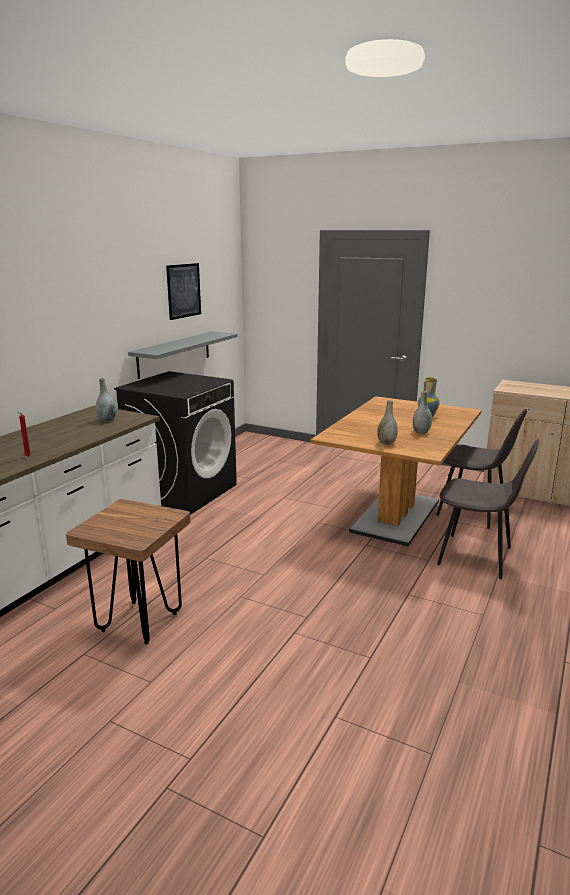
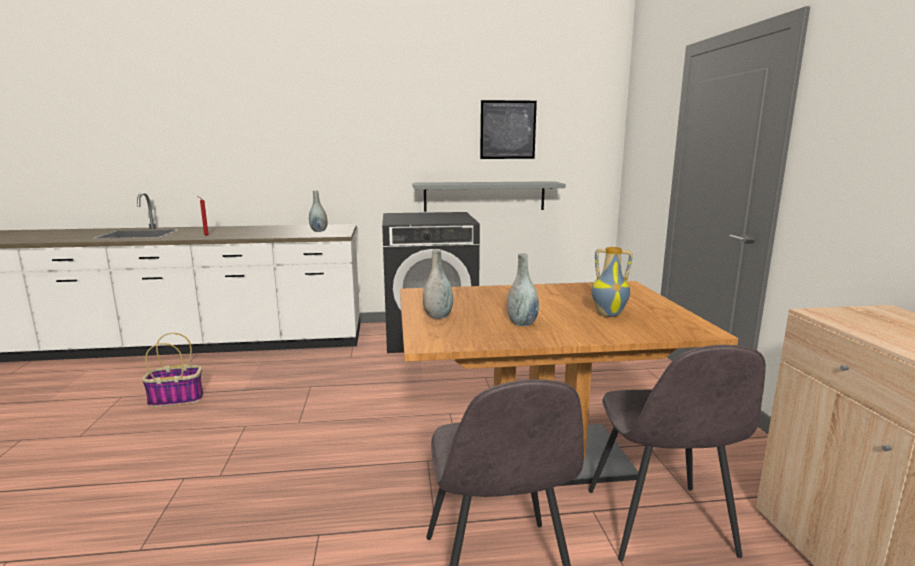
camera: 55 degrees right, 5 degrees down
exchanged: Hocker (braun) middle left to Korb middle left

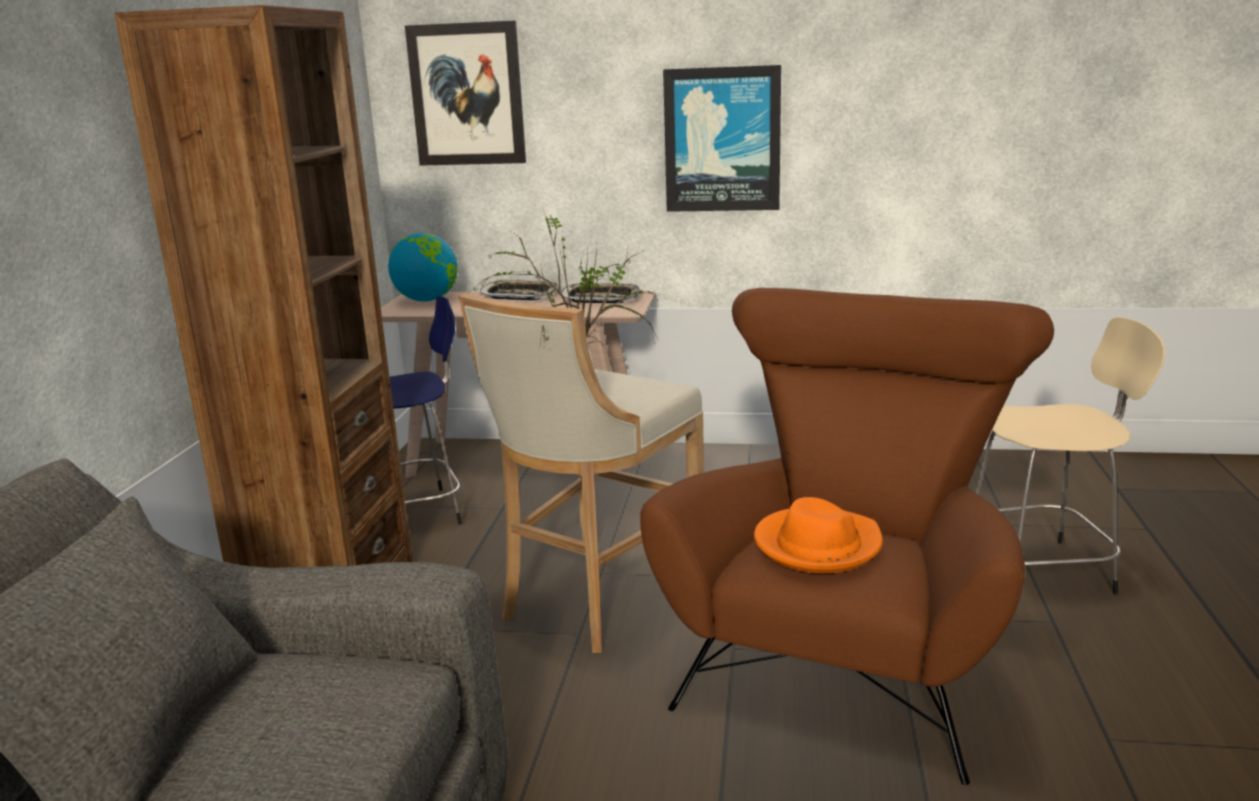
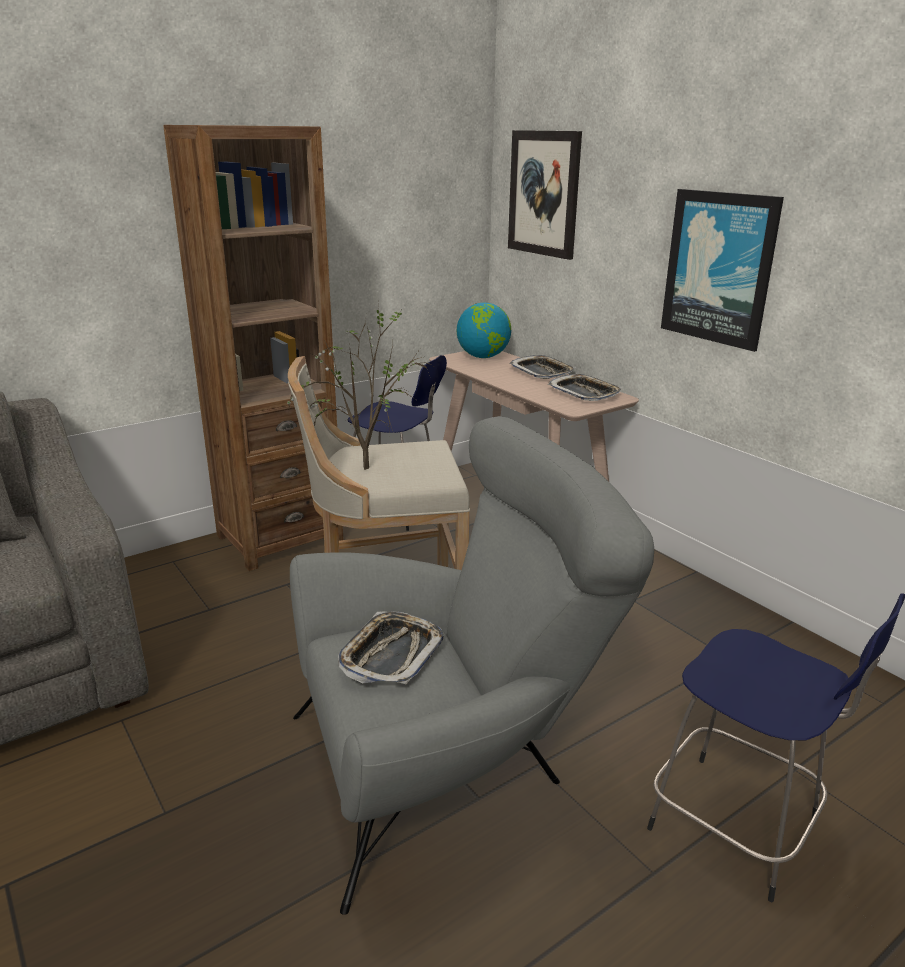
camera: 45 degrees right, 5 degrees up
exchanged: Hut (orange) bottom centre to Tablett (no. 1 from left) bottom centre
colour: Sessel (braun) bottom right to Sessel (grau) bottom centre; Hocker (beige) (no. 2 from left) middle right to Hocker (blau) (no. 2 from left) bottom right

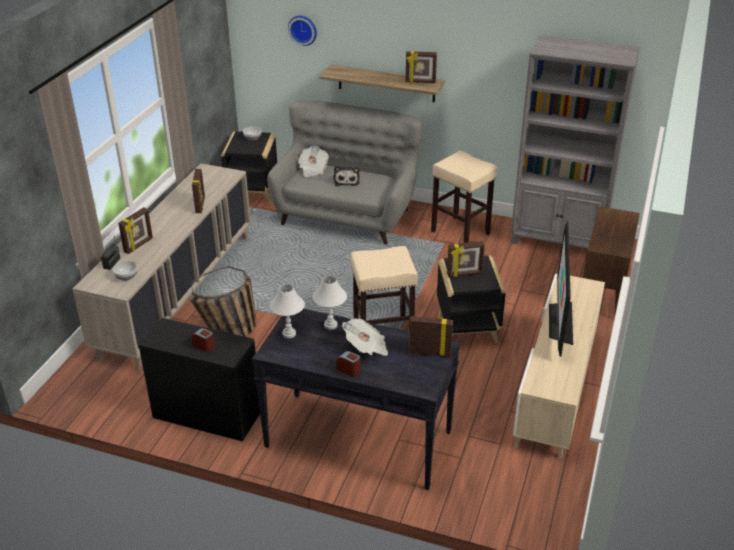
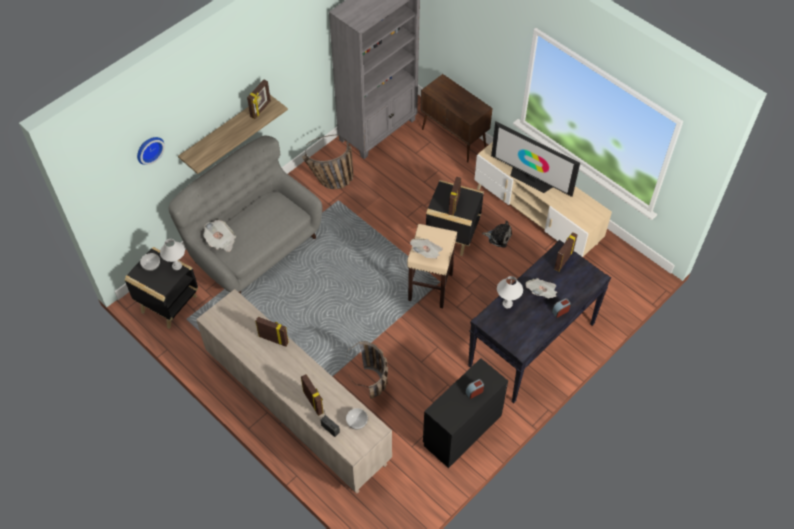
camera: 65 degrees left, 20 degrees up
appeared: Zeitung (no. 2 from left) centre
relocated: Plüschtier top centre to centre; Tischlampe (weiß) (no. 1 from left) centre to middle left
exchanged: Hocker (beige) (no. 2 from left) centre to Korb (no. 1 from left) top centre

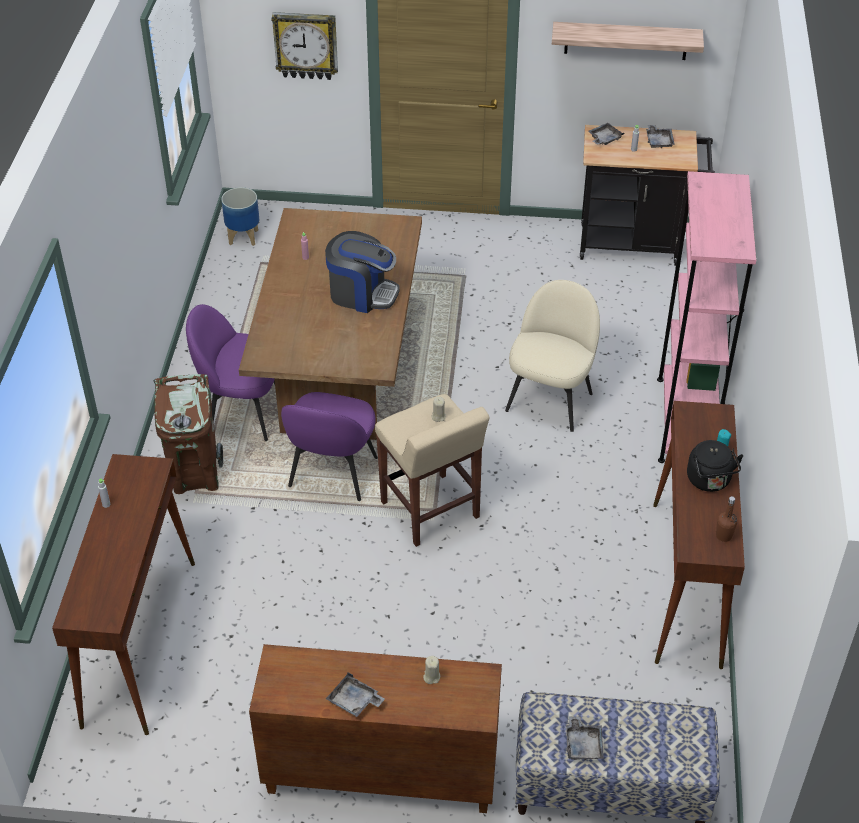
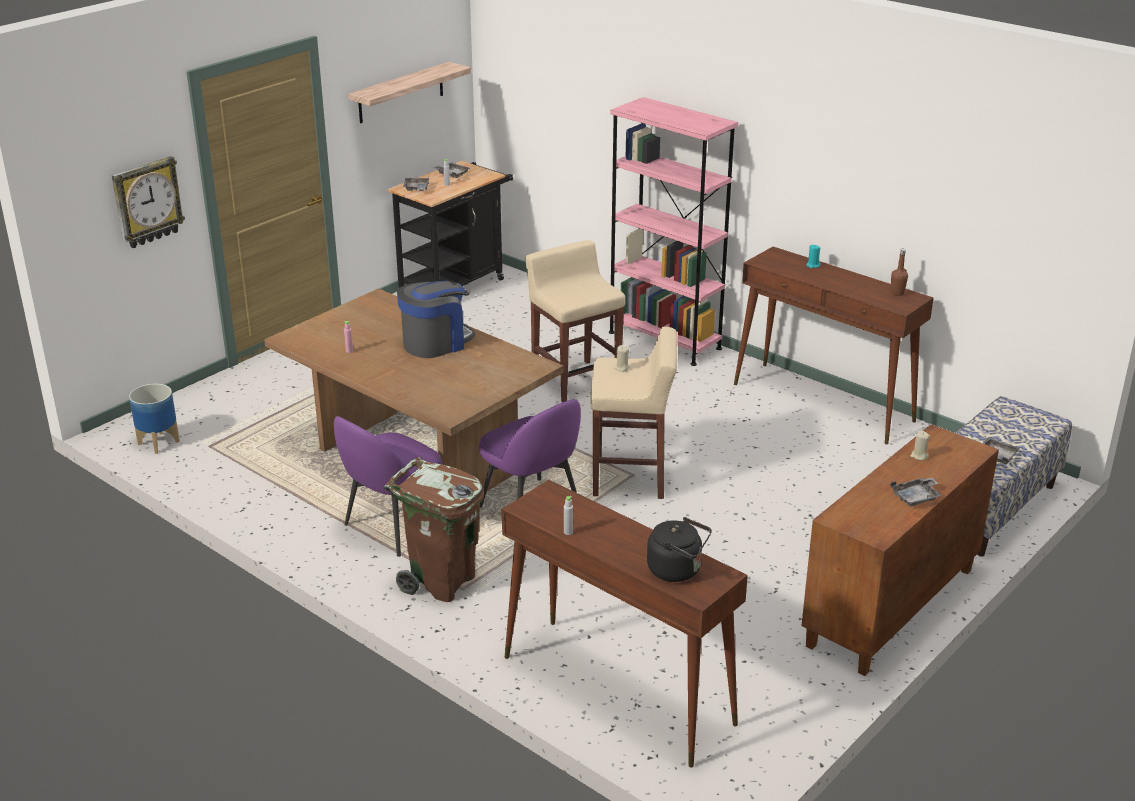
camera: 55 degrees left, 15 degrees down
relocated: Wasserkessel (schwarz) middle right to bottom centre
exchanged: Stuhl (beige) centre to Hocker (beige) (no. 1 from left) centre

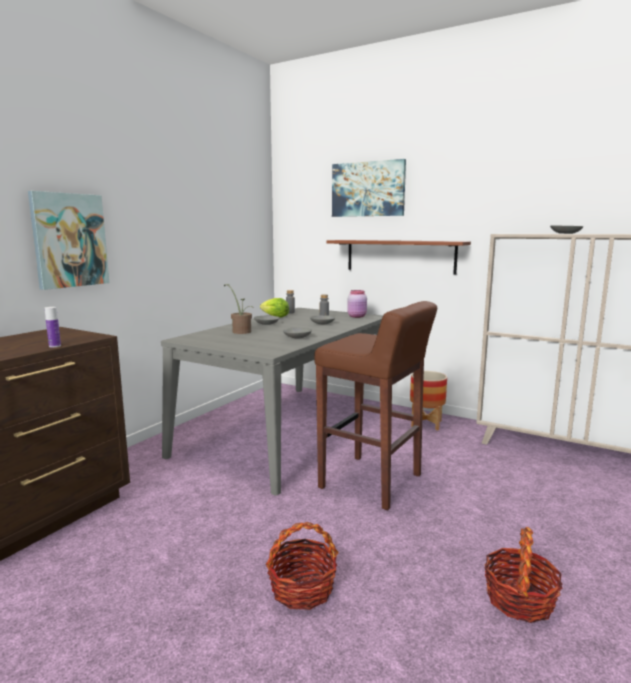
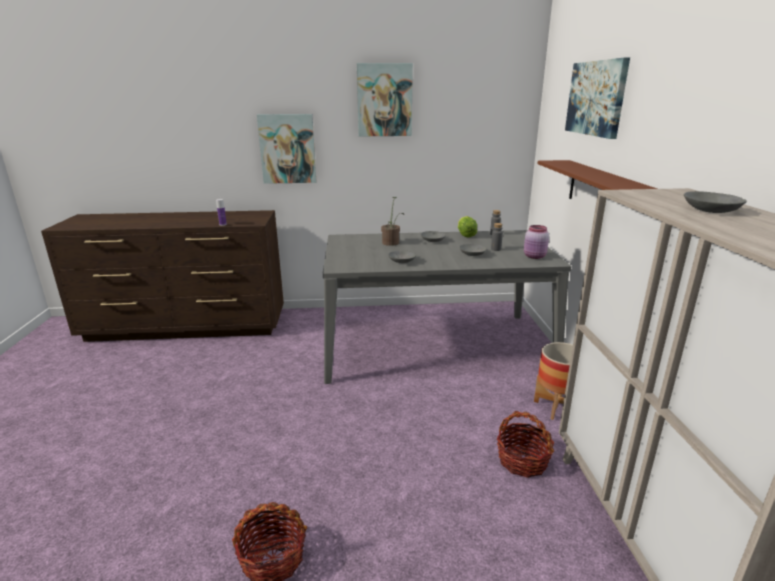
camera: 55 degrees right, 10 degrees up
missing: Hocker (braun) centre
appeared: Bild (no. 2 from left) top centre
relocated: Korb (no. 1 from left in the first image) bottom centre to Korb (no. 2 from left) bottom right

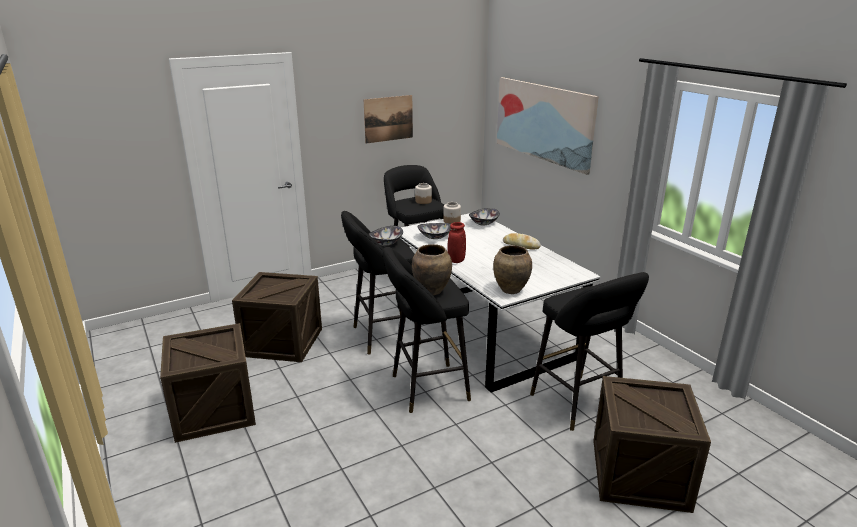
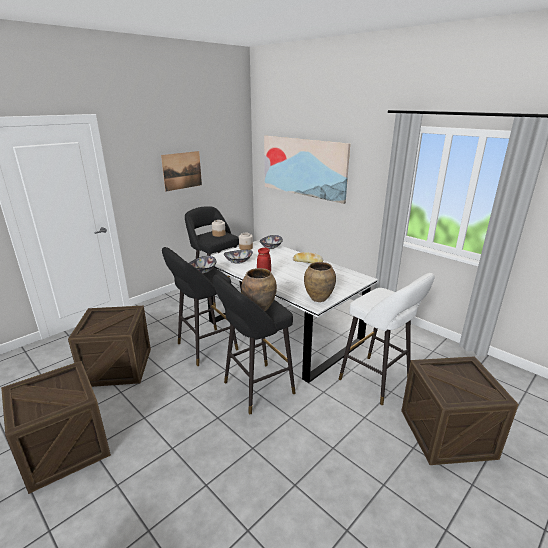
camera: 15 degrees left, 0 degrees up
colour: Hocker (schwarz) (no. 4 from left) middle right to Hocker (weiß) middle right

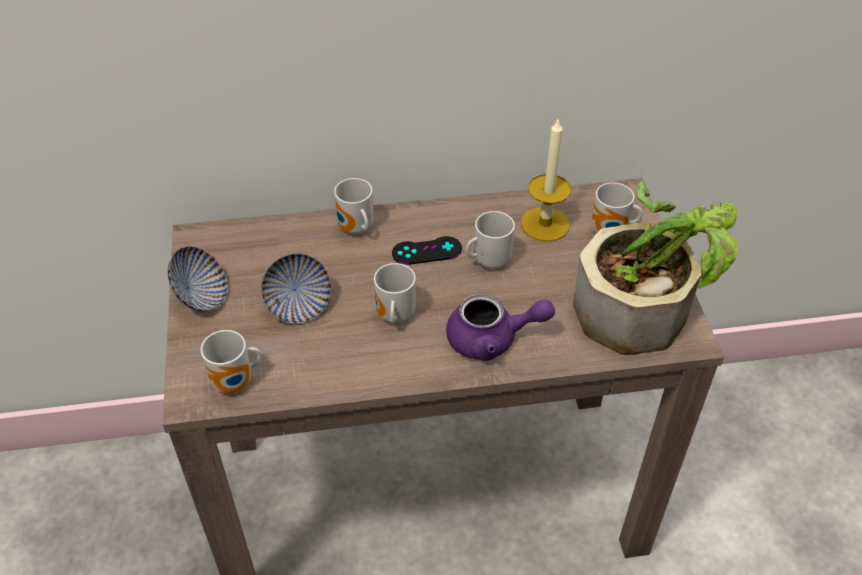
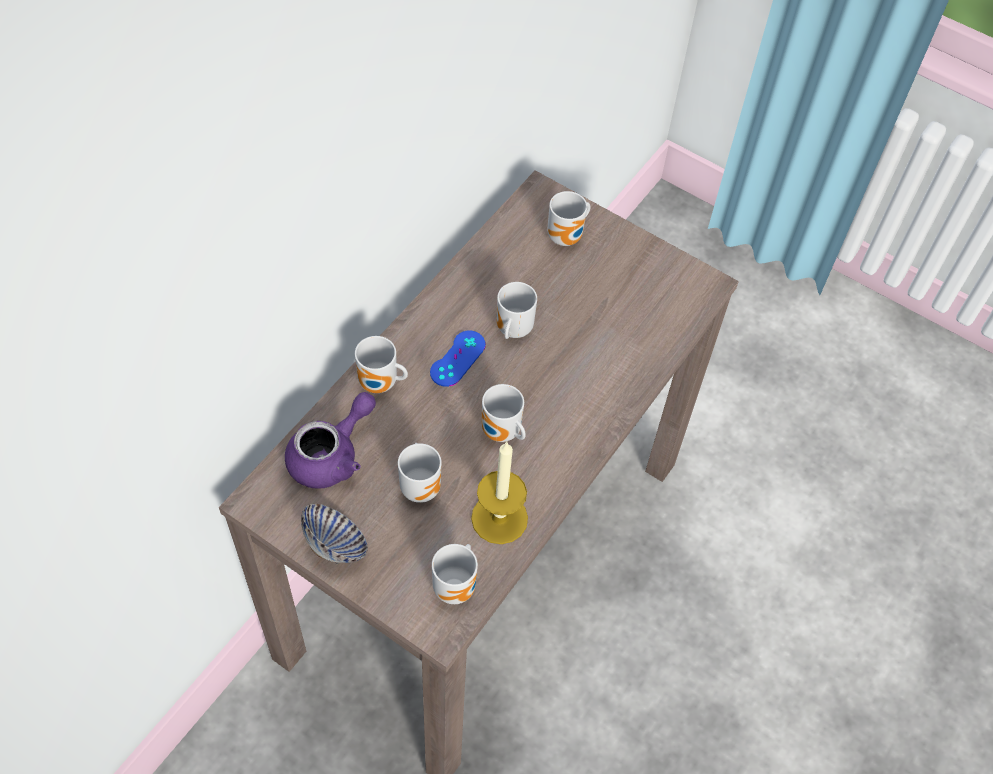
camera: 50 degrees left, 10 degrees up
missing: Topfpflanze middle right
relocated: Kerze top centre to centre; Teekanne (lila) centre to middle left
exchanged: Schüssel (no. 2 from left) centre to Henkelbecher (no. 2 from left) centre
colour: Gamepad (schwarz) centre to Gamepad (blau) centre

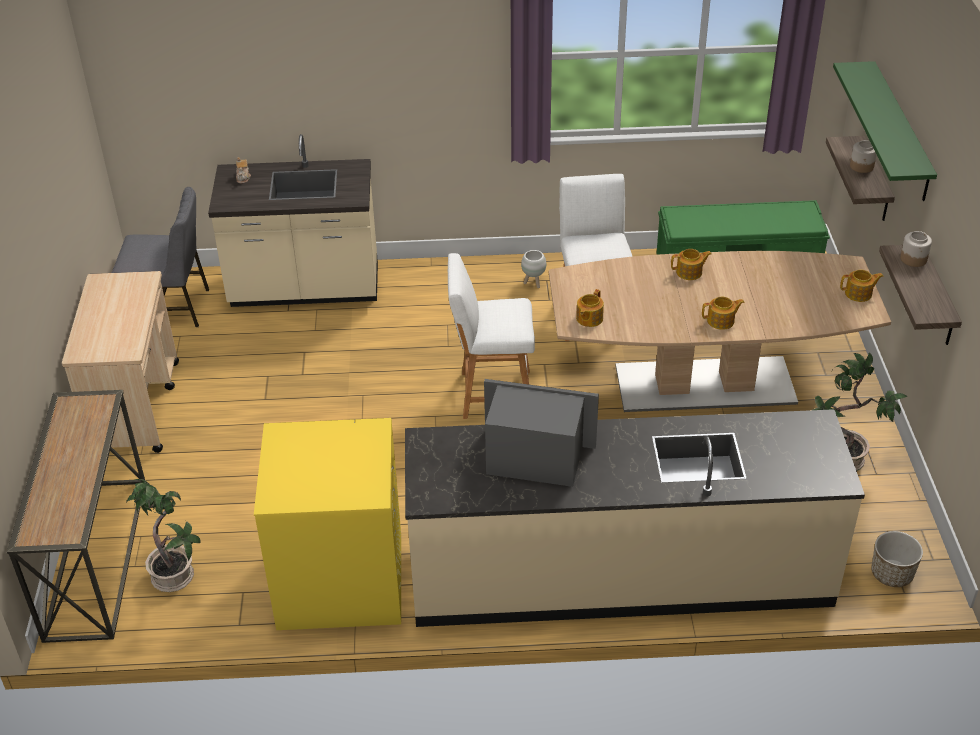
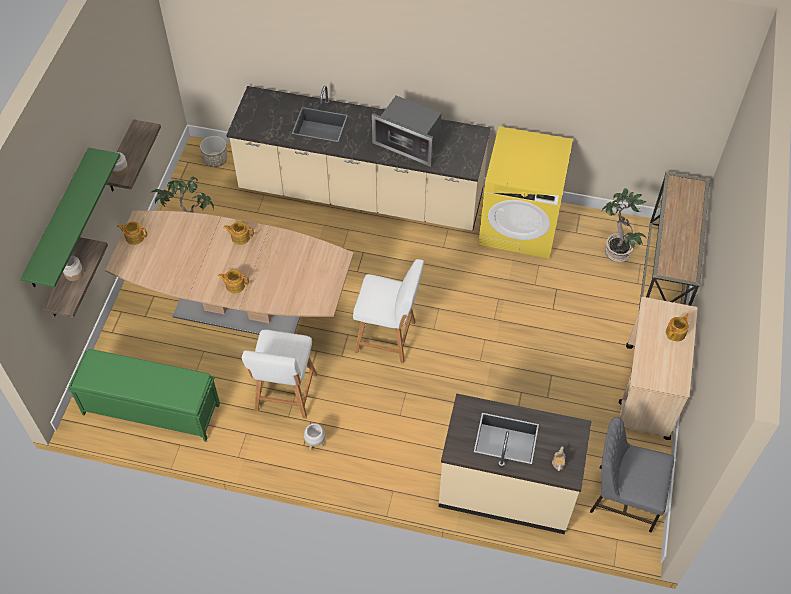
camera: 165 degrees left, 15 degrees up
relocated: Teekanne (no. 2 from left in the first image) centre to Teekanne (no. 5 from left) middle right

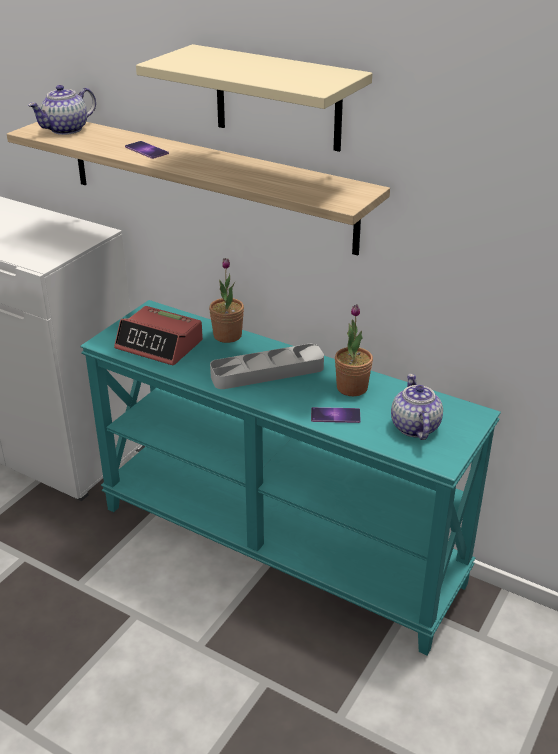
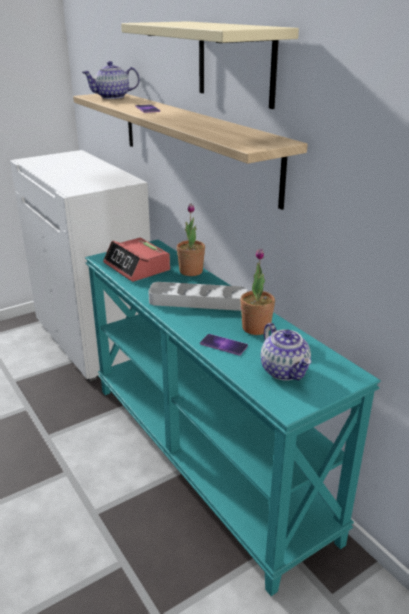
camera: 25 degrees right, 5 degrees down
spun: Teekanne (no. 2 from left) middle right = middle right 135 degrees clockwise

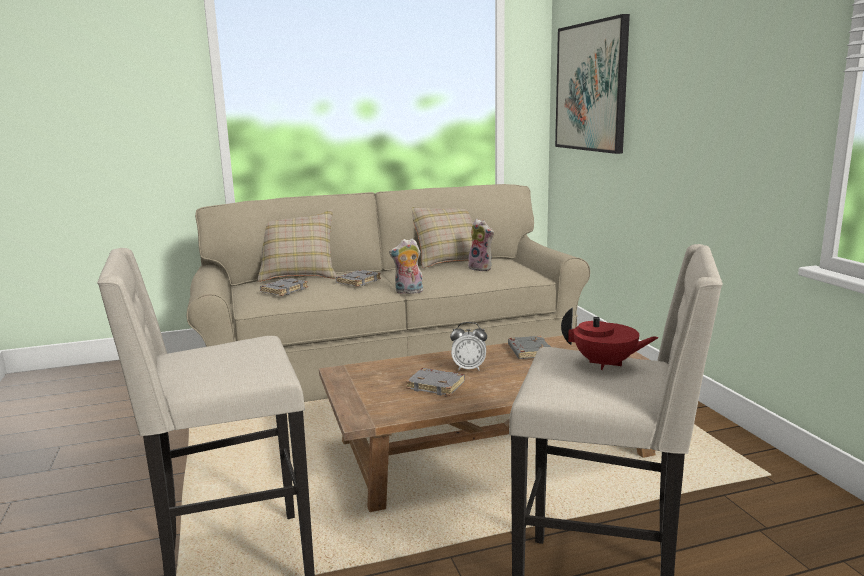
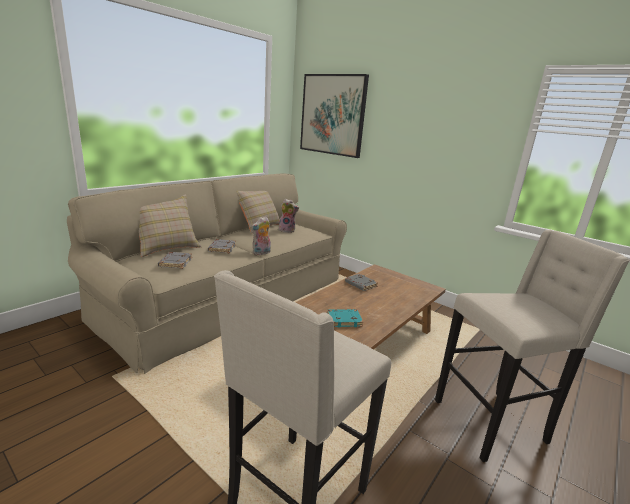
camera: 35 degrees left, 5 degrees up
missing: Teekanne (rot) middle right; Wecker centre
colour: Buch (grau) (no. 3 from left) centre to Buch (türkis) centre

